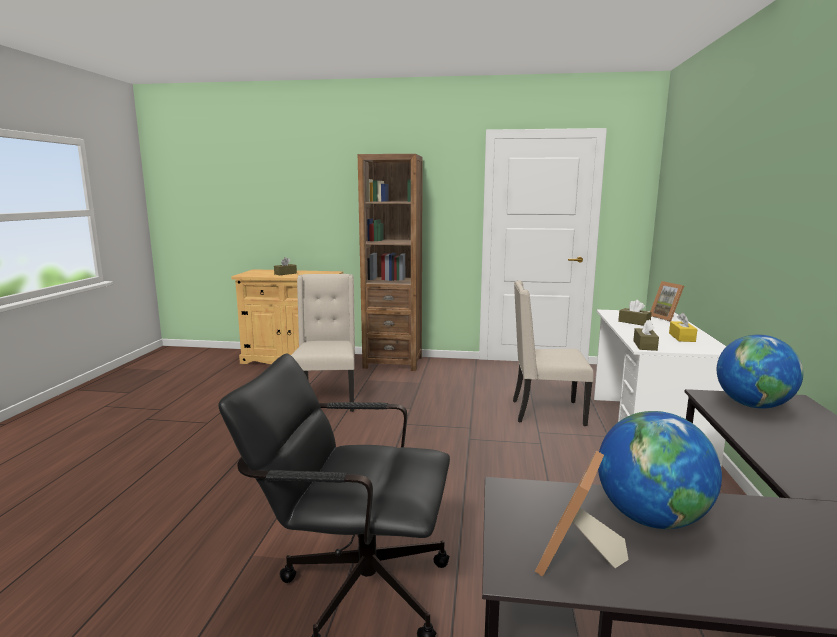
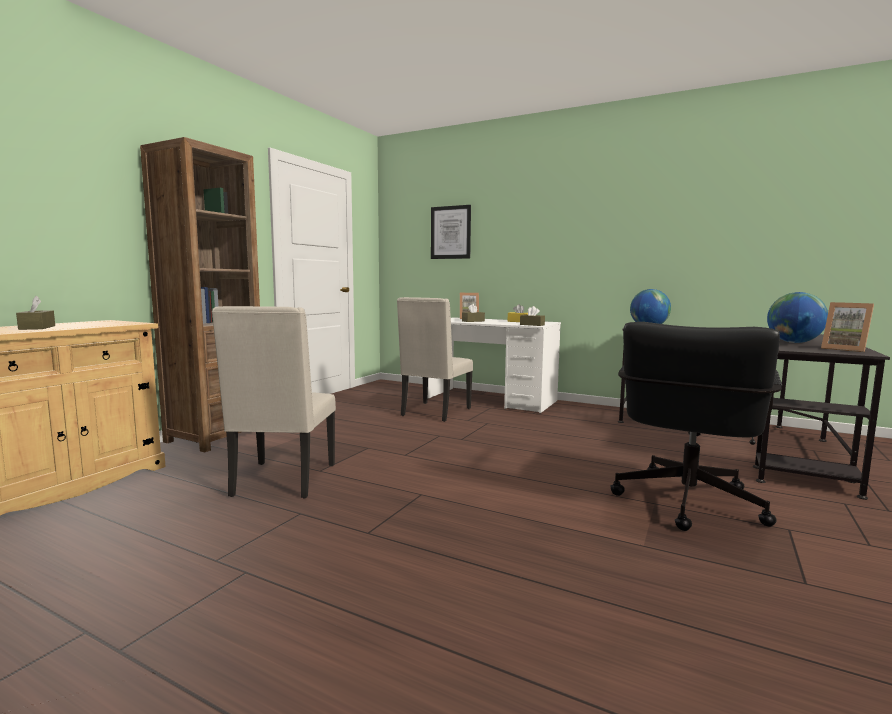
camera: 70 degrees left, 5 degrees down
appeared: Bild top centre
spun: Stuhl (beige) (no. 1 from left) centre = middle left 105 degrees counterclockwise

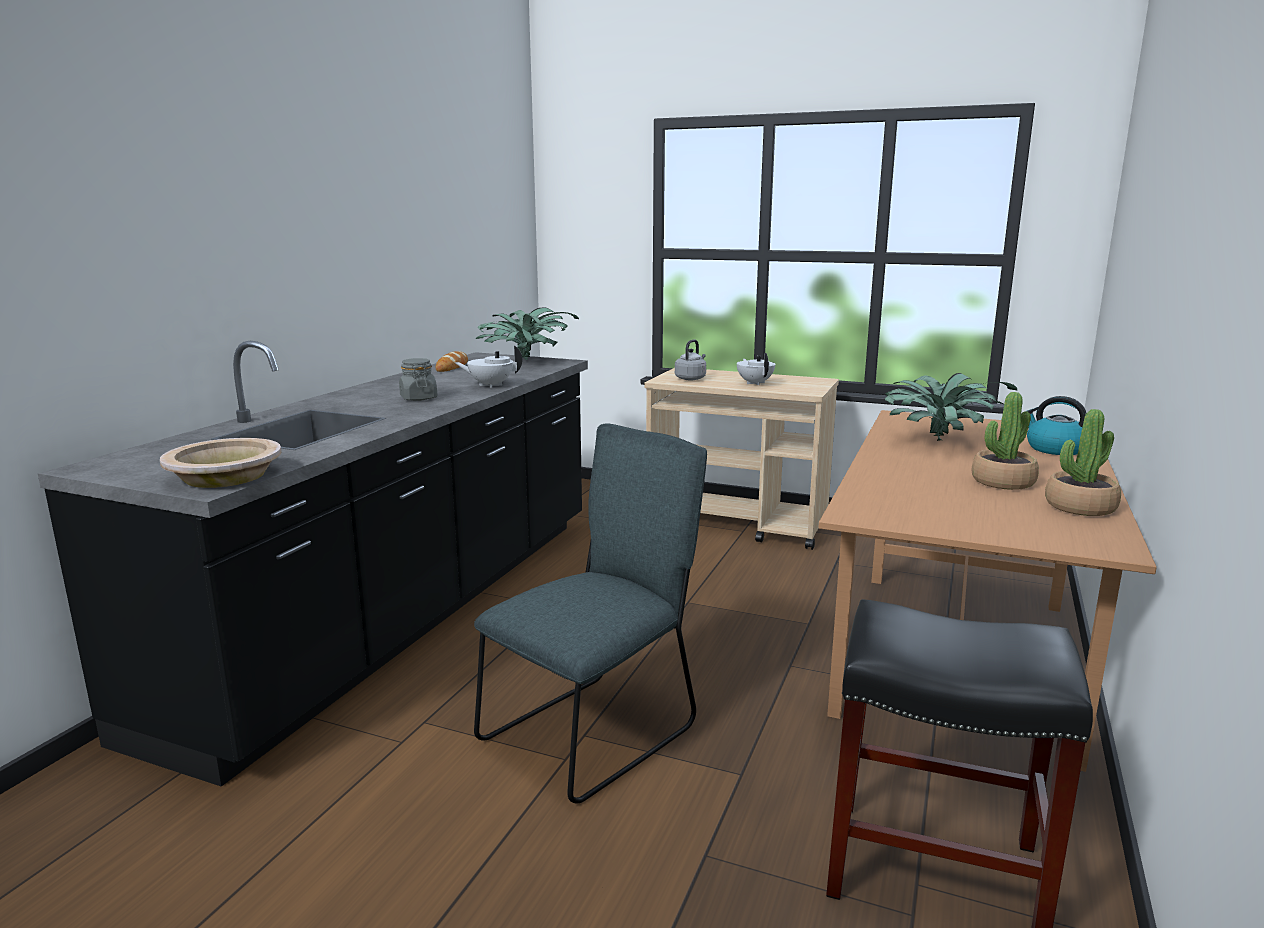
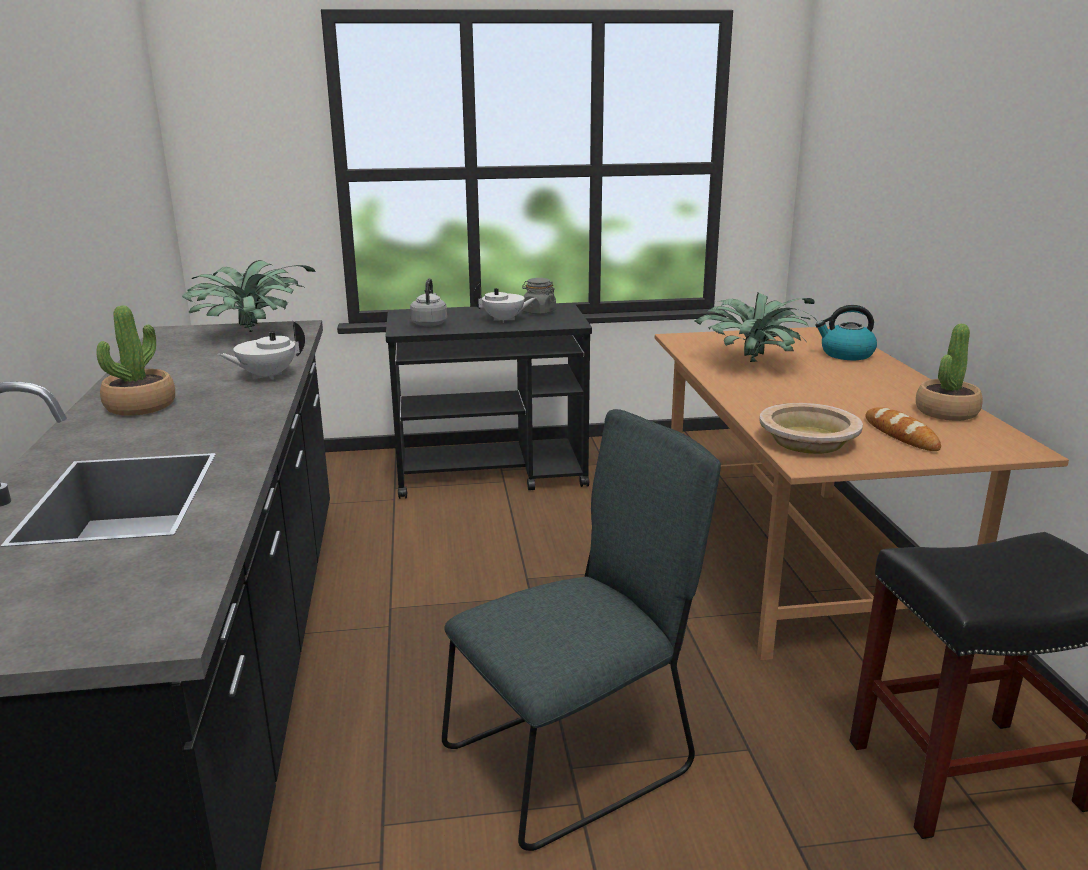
camera: 30 degrees left, 5 degrees up
relocated: Brot centre to middle right; Vorratsglas (grau) middle left to centre; Topfpflanze (no. 3 from left in the first image) middle right to Topfpflanze (no. 1 from left) middle left; Schüssel (beige) middle left to middle right
colour: Rollwagen (beige) centre to Rollwagen (schwarz) centre
spun: Teekanne (weiß) (no. 2 from left) centre = centre 135 degrees clockwise; Stuhl (grau) centre = bottom centre 45 degrees clockwise

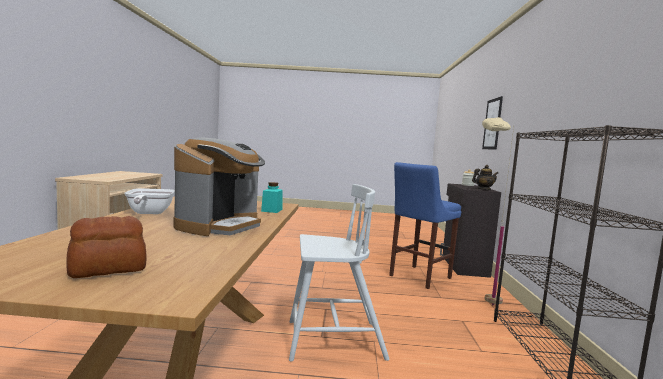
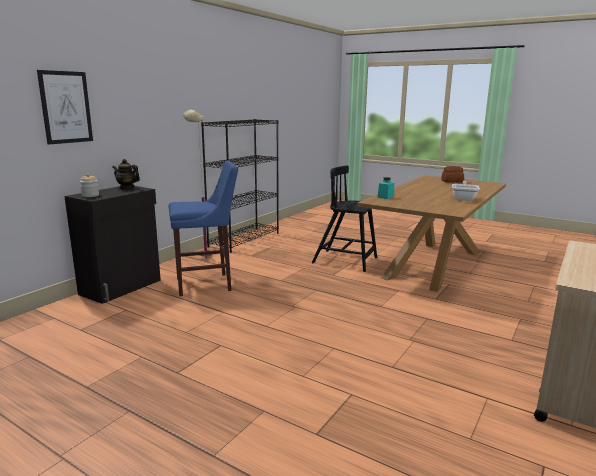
camera: 150 degrees left, 10 degrees up
missing: Kaffeemaschine middle left
colour: Stuhl (weiß) bottom centre to Stuhl (schwarz) centre

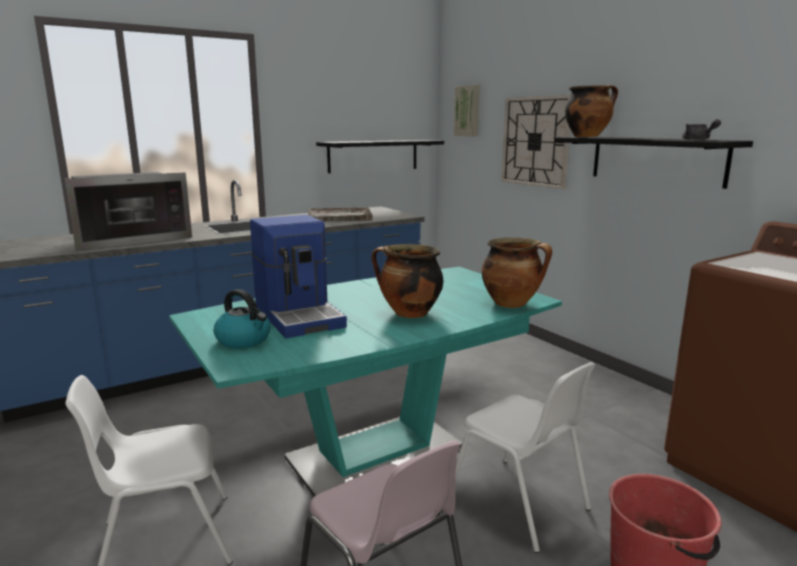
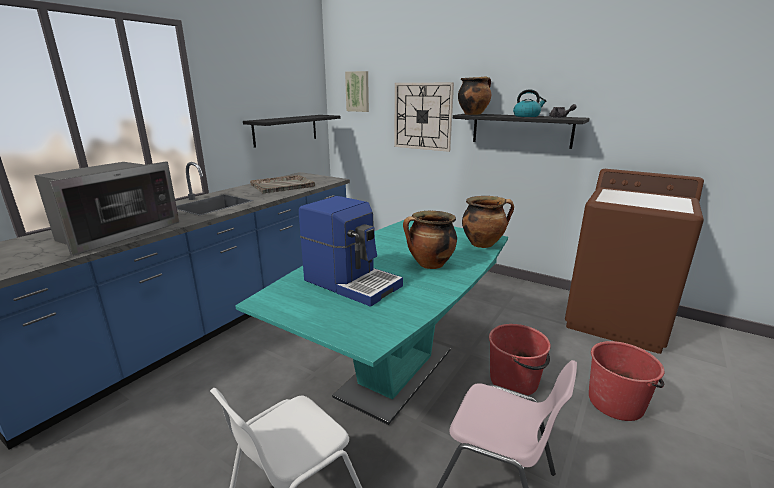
camera: 25 degrees left, 5 degrees up
relocated: Wasserkessel middle left to top right
exchanged: Stuhl (weiß) (no. 2 from left) bottom centre to Eimer (rot) (no. 1 from left) bottom right

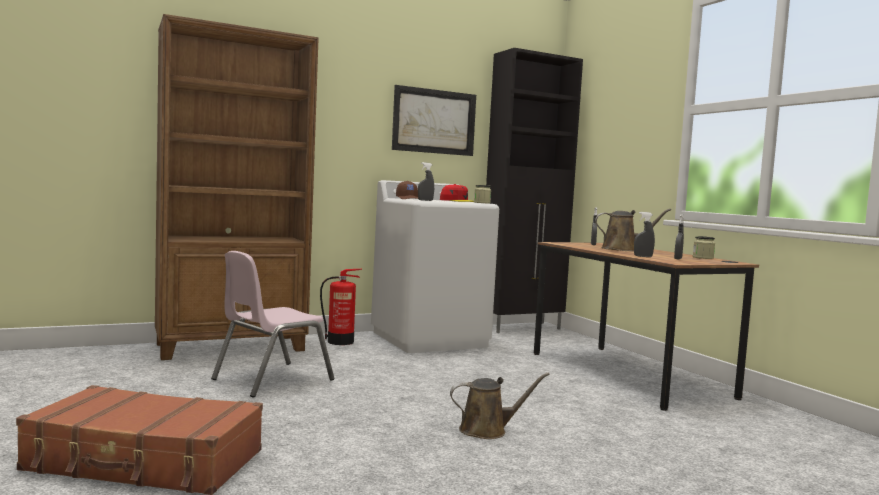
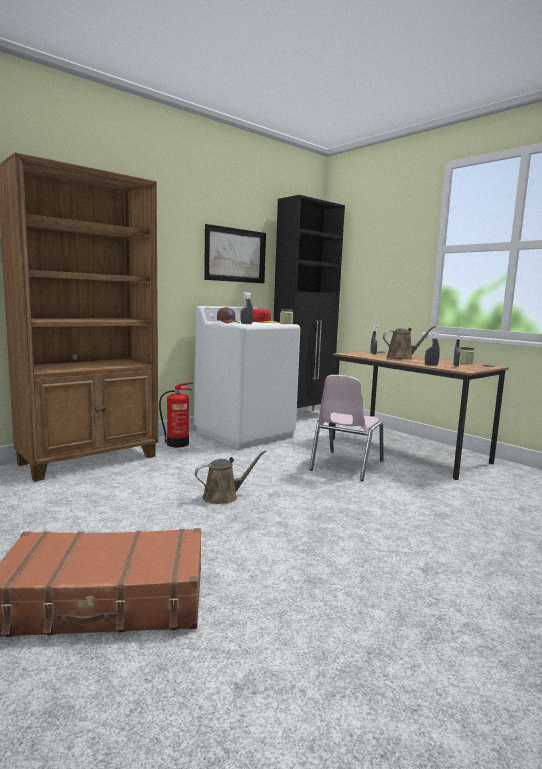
camera: 15 degrees left, 5 degrees up
relocated: Stuhl (rosa) middle left to centre; Gießkanne (braun) (no. 1 from left) bottom centre to centre

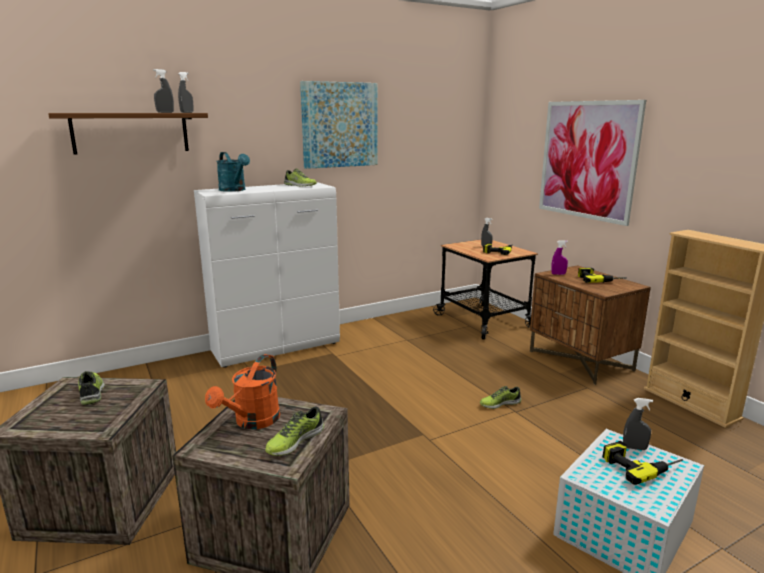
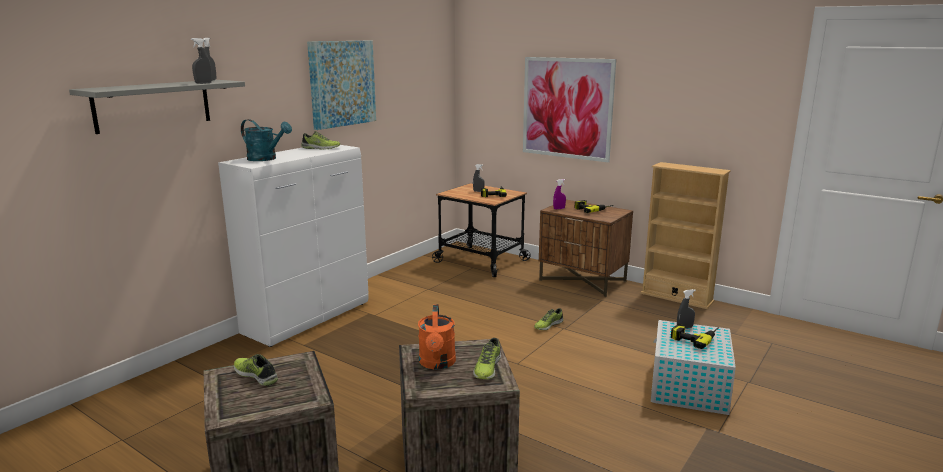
camera: 25 degrees left, 0 degrees up
colour: Wandregal (braun) top left to Wandregal (grau) top left

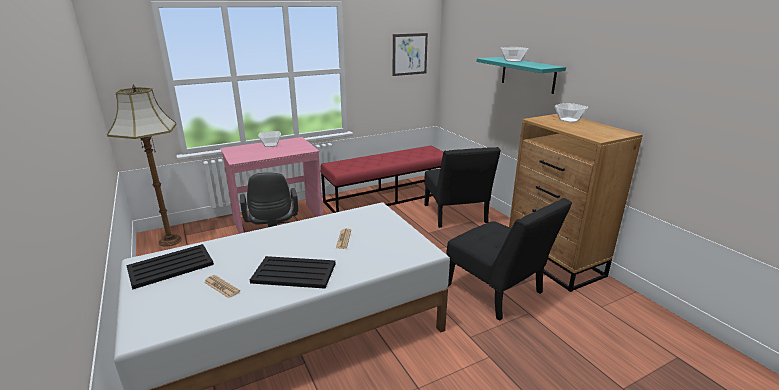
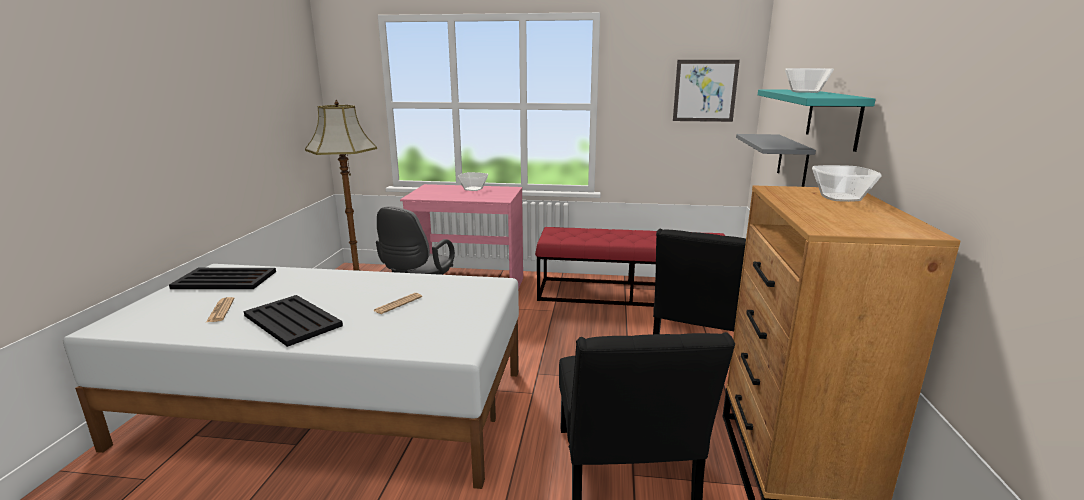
camera: 35 degrees right, 5 degrees down
appeared: Wandregal (grau) top right

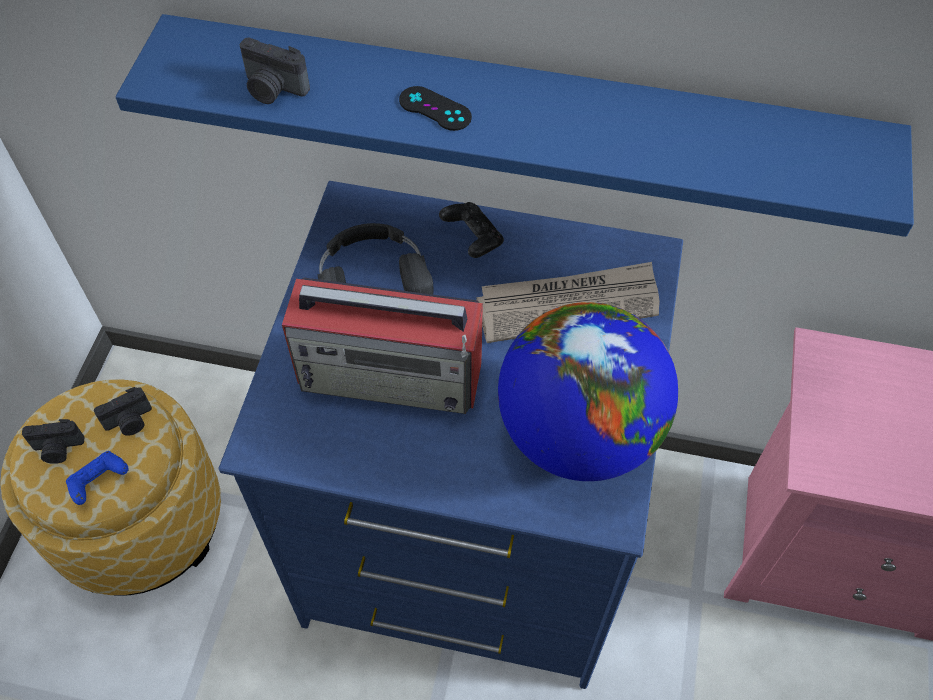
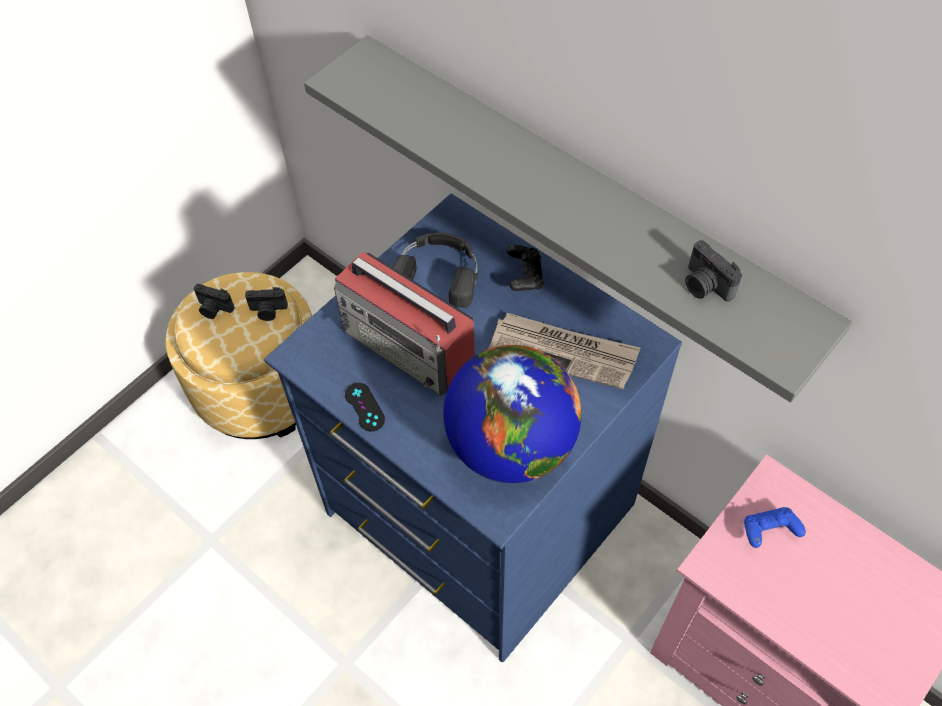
camera: 30 degrees right, 0 degrees up
relocated: Kamera (no. 3 from left) top left to middle right; Gamepad (schwarz) (no. 1 from left) top centre to centre; Gamepad (blau) bottom left to bottom right
colour: Wandregal (blau) top centre to Wandregal (grau) top centre

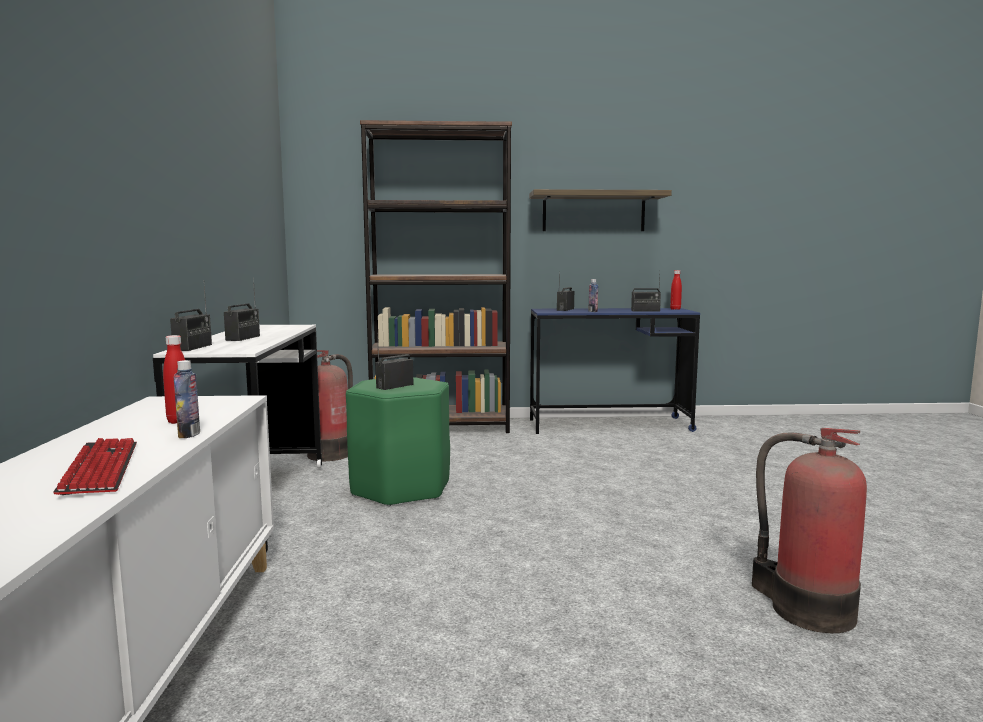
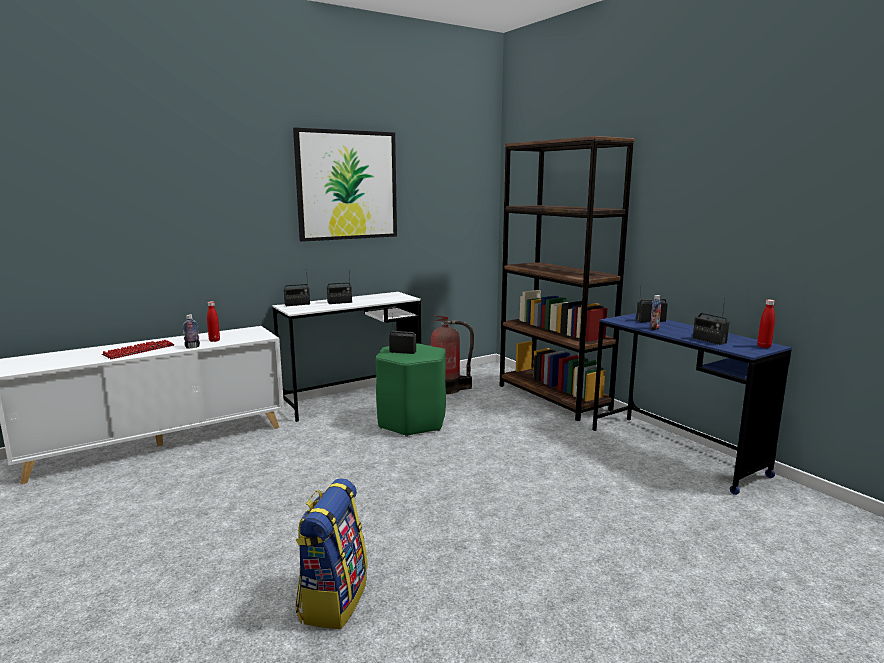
camera: 60 degrees right, 5 degrees up
missing: Wandregal top centre
appeared: Bild top centre
exchanged: Feuerlöscher (no. 2 from left) bottom right to Rucksack bottom centre

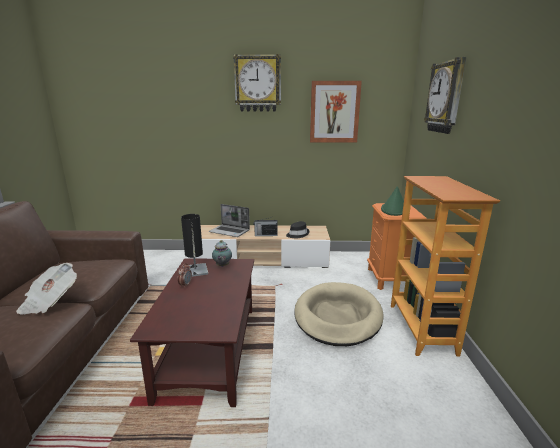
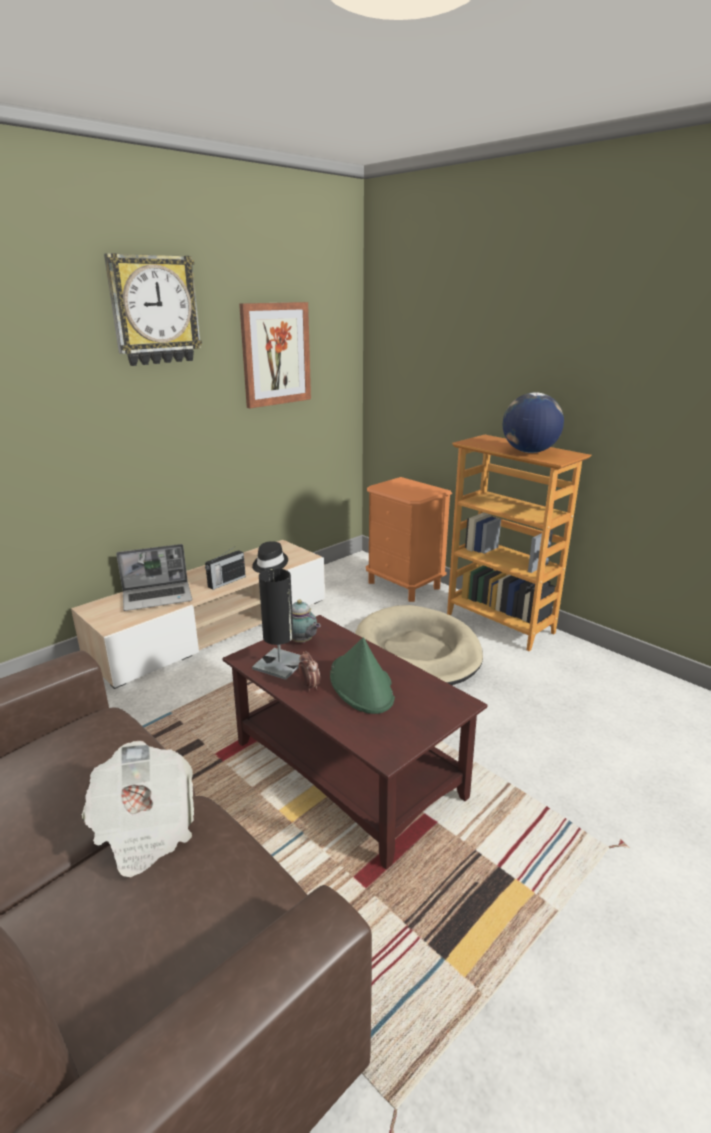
camera: 45 degrees left, 5 degrees up
missing: Wanduhr (no. 2 from left) top right
appeared: Globus middle right
relocated: Hut (grün) middle right to centre

